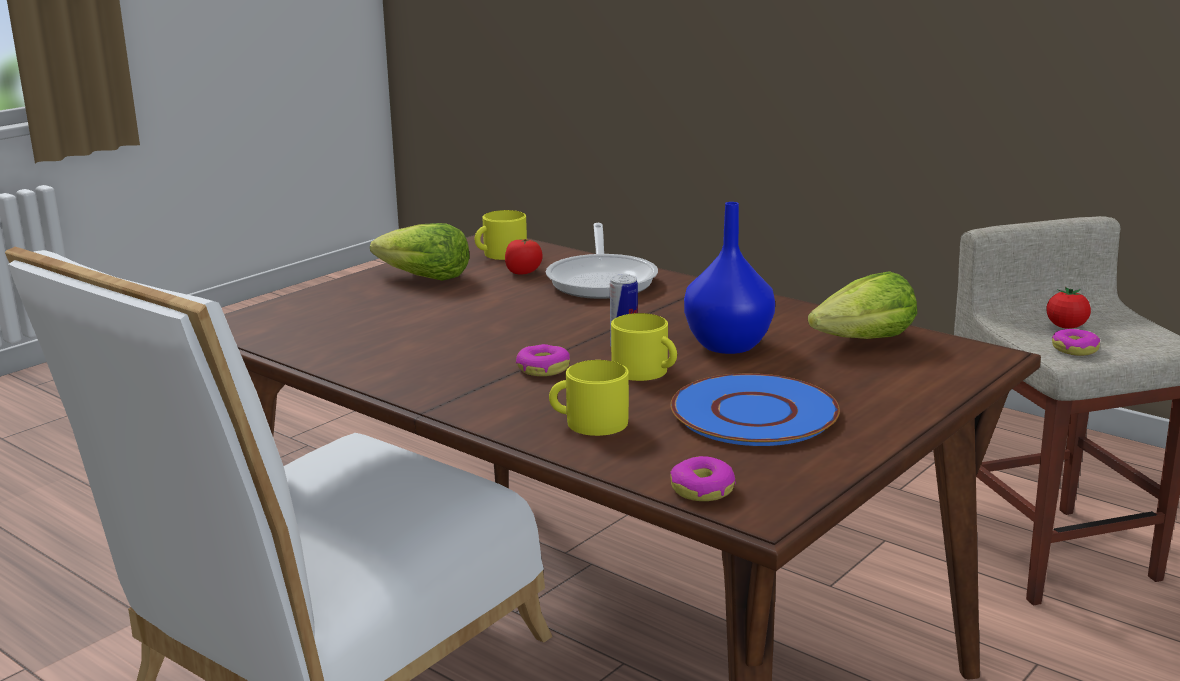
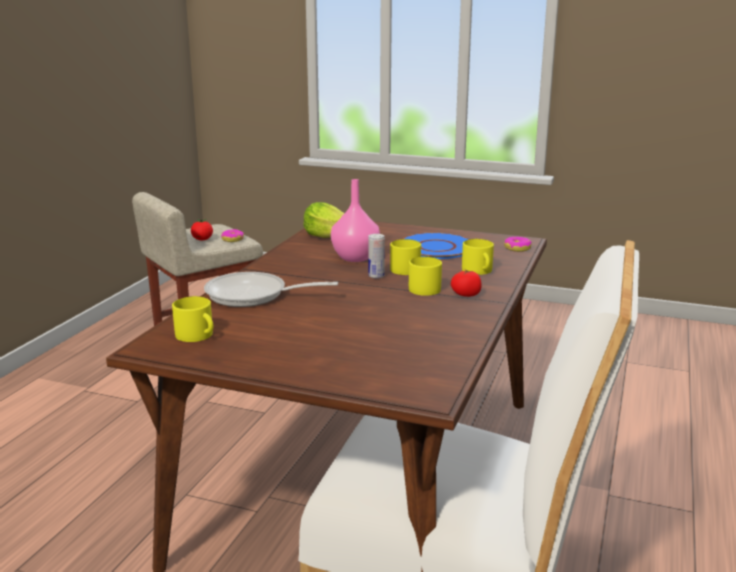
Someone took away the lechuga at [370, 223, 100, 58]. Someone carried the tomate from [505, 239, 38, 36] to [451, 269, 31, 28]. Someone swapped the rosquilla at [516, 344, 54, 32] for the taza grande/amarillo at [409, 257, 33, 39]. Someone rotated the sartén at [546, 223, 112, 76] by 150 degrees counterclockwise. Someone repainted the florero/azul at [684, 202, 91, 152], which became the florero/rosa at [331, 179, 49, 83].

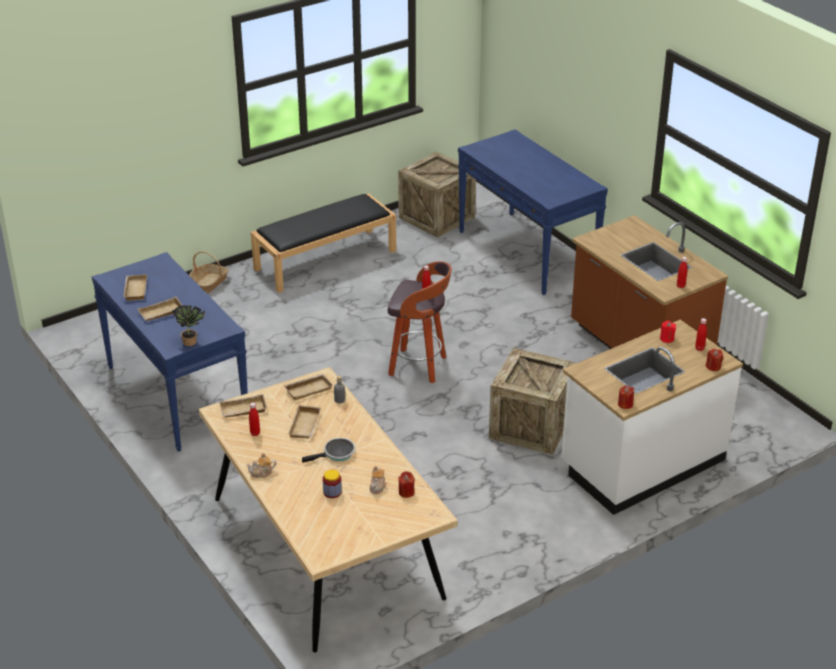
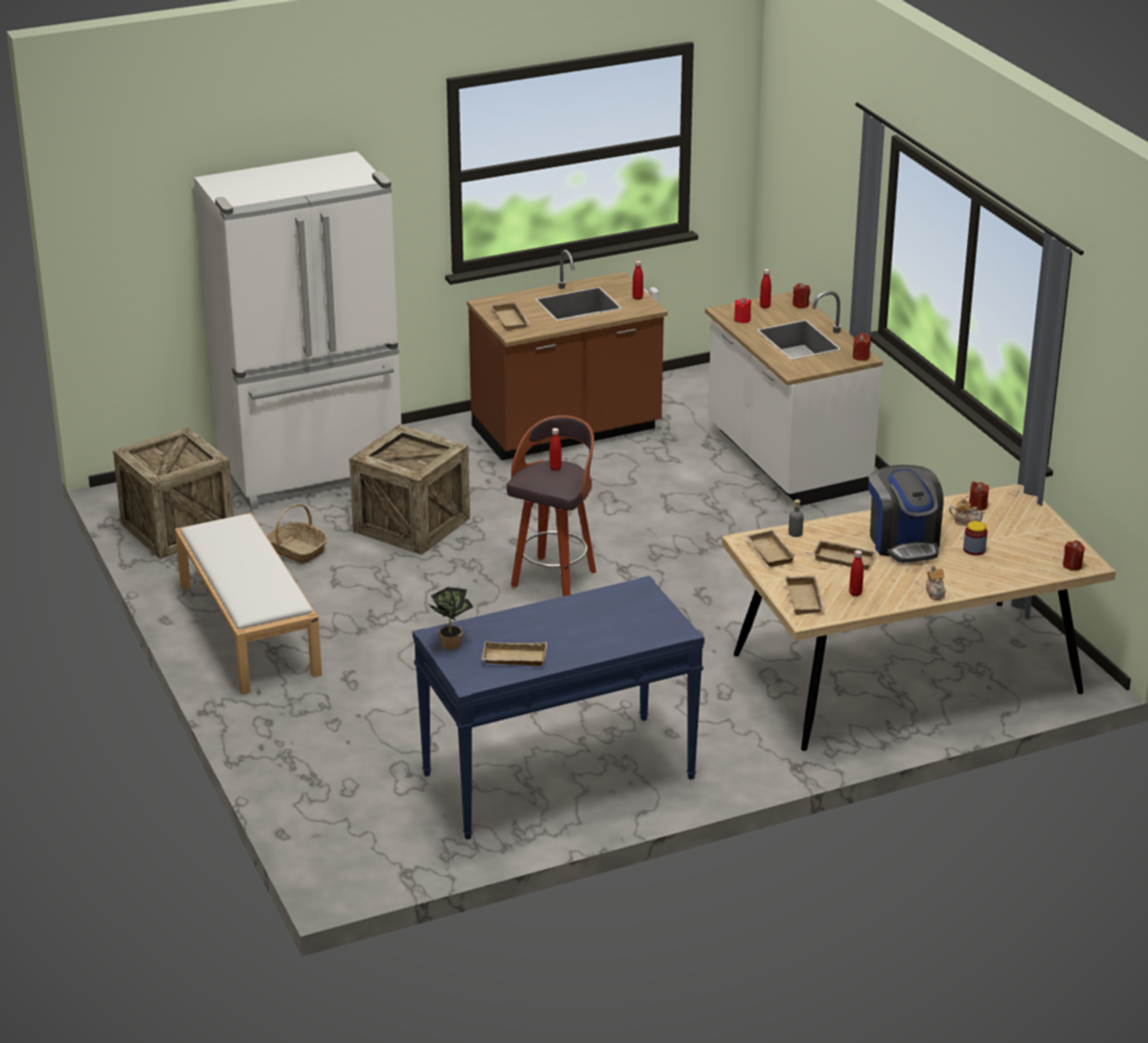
Someone carried the bandeja/beis from [137, 297, 45, 24] to [491, 302, 39, 29]. Someone carried the planta en maceta from [172, 305, 33, 41] to [428, 587, 45, 63]. Someone carried the cesta from [189, 251, 40, 42] to [267, 504, 61, 60]. Someone repainted the banco/negro at [251, 193, 145, 100], which became the banco/blanco at [175, 513, 147, 182]. Someone swapped the sartén at [302, 438, 53, 25] for the cafetera at [869, 465, 75, 98]. Someone swapped the mesa consola/azul at [458, 129, 150, 166] for the nevera/blanco at [194, 151, 207, 359]. Someone carried the caja de embalaje from [489, 348, 88, 107] to [349, 424, 121, 131]. Someone put down the vela/rojo at [1063, 540, 22, 31].

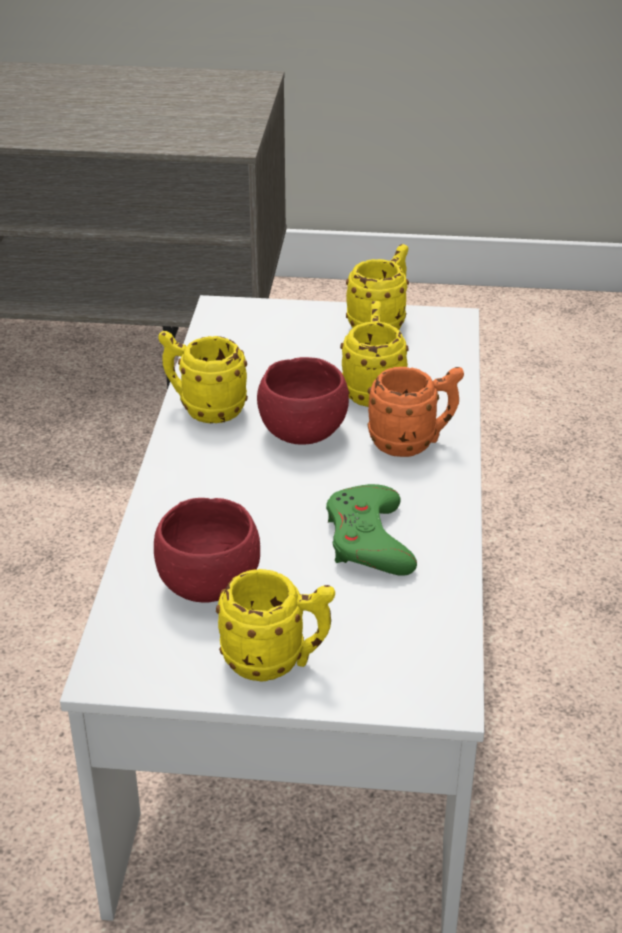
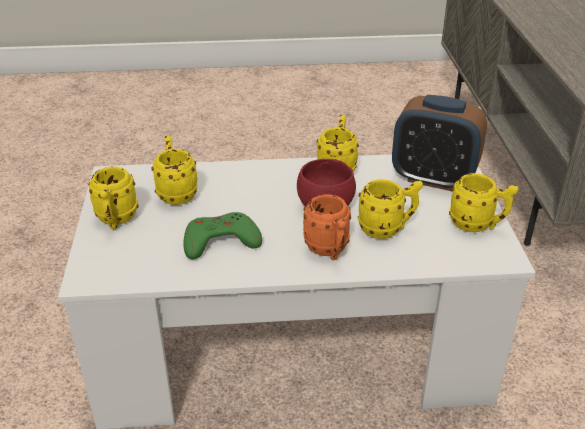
Someone swapped the cuenco/rojo at [154, 498, 106, 104] for the taza grande/amarillo at [152, 136, 45, 69]. Someone put down the despertador at [392, 95, 95, 97].

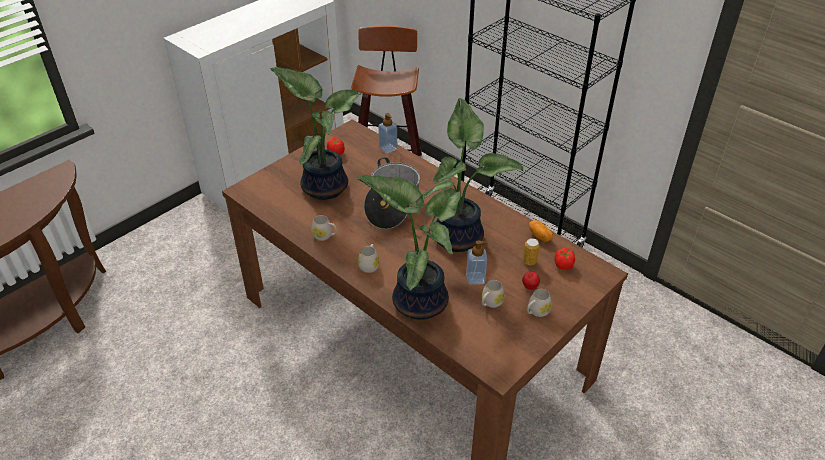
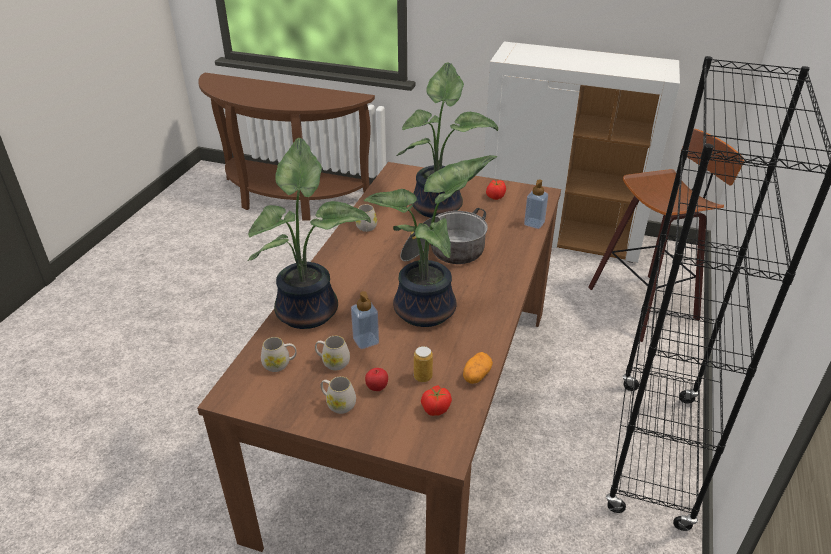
Someone carried the taza grande/blanco from [358, 244, 21, 29] to [261, 337, 36, 35].

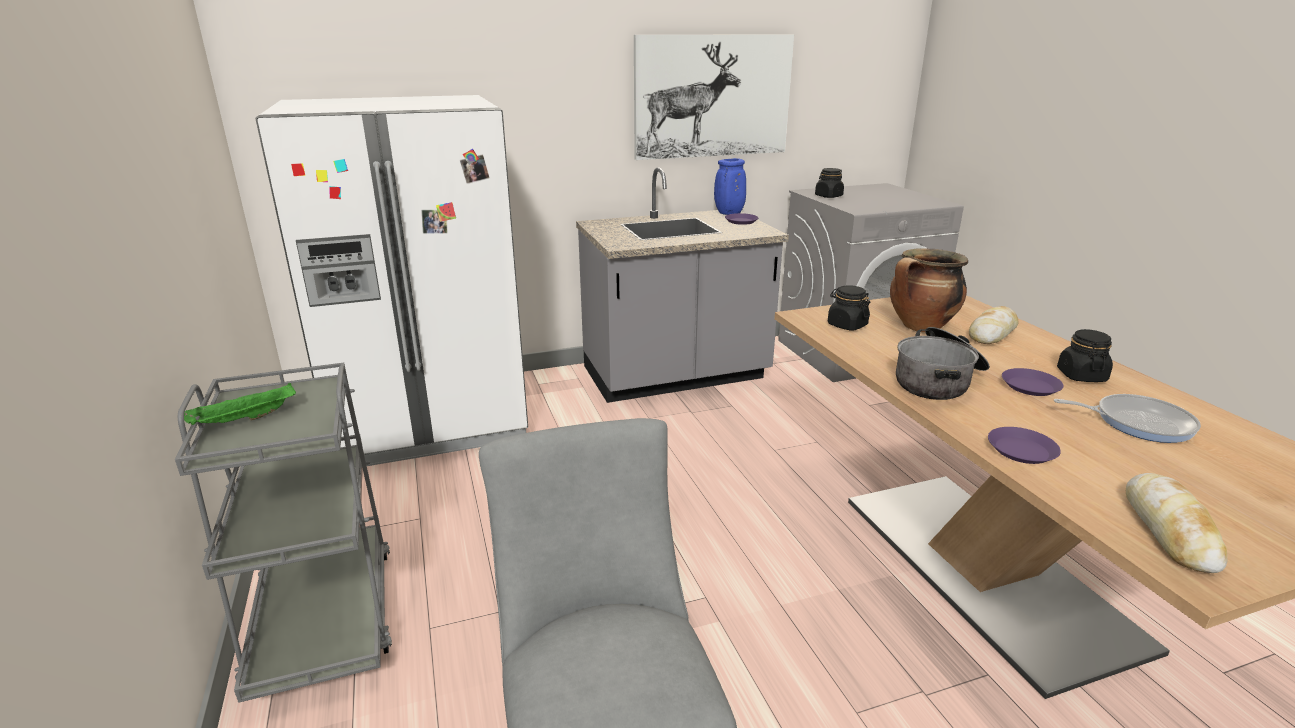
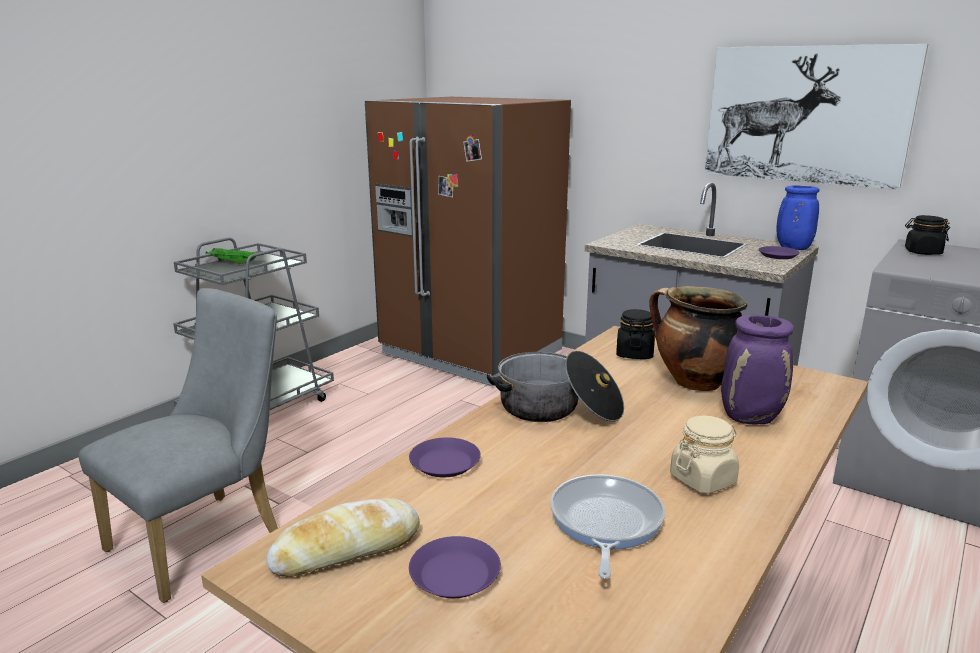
Someone repainted the nevera/blanco at [256, 95, 272, 371], which became the nevera/marrón at [365, 97, 206, 289]. Someone swapped the pan at [969, 306, 49, 38] for the florero/morado at [721, 315, 73, 110]. Someone carried the plato/morado from [1002, 368, 61, 28] to [409, 536, 92, 62]. Someone rotated the sartén at [1054, 394, 147, 49] by 150 degrees counterclockwise. Someone repainted the tarro/negro at [1057, 329, 56, 53], which became the tarro/beis at [670, 416, 69, 78].

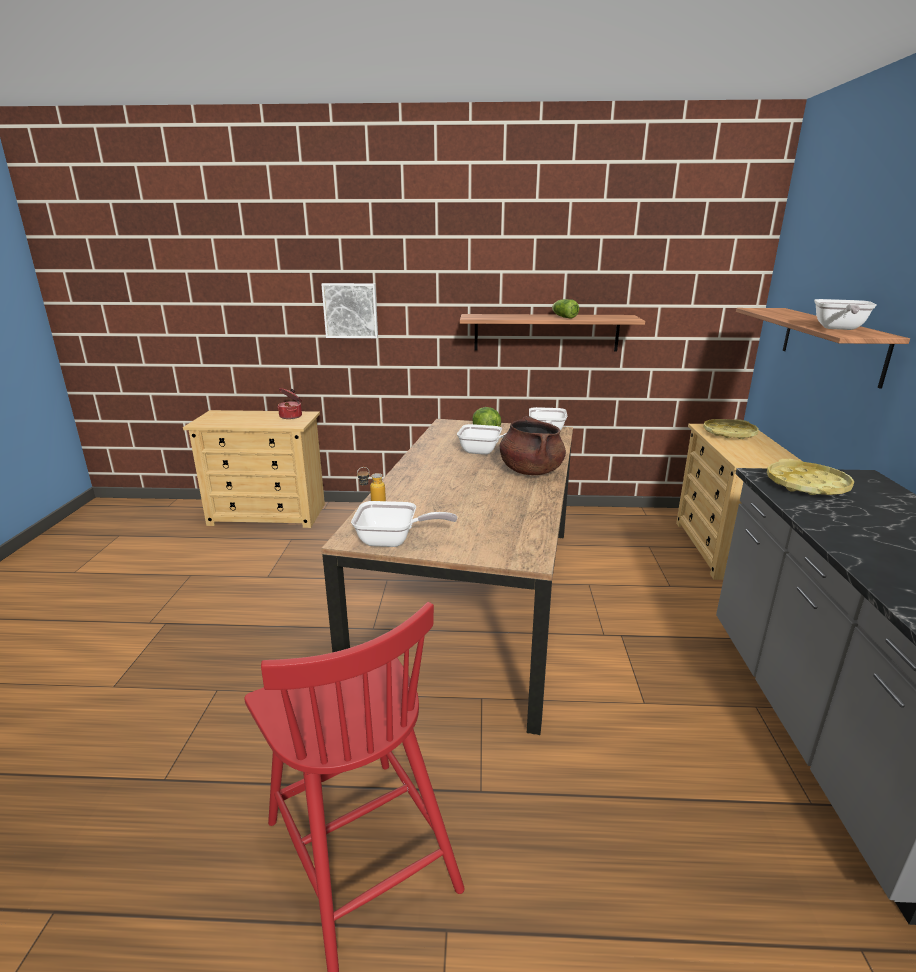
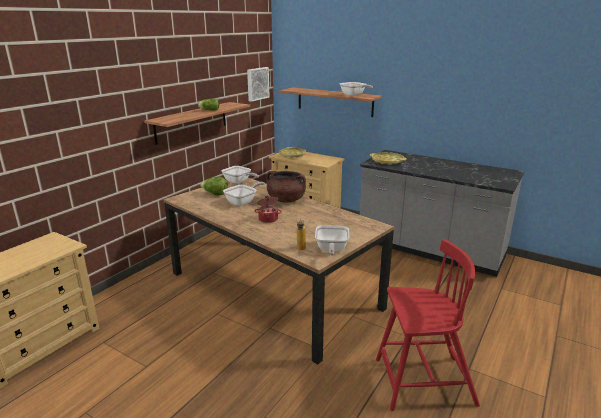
Someone carried the olla from [277, 388, 25, 31] to [254, 196, 28, 27]. Someone carried the cuadro from [321, 283, 57, 55] to [247, 67, 23, 35]. Someone rotated the sartén at [351, 501, 106, 46] by 150 degrees clockwise.

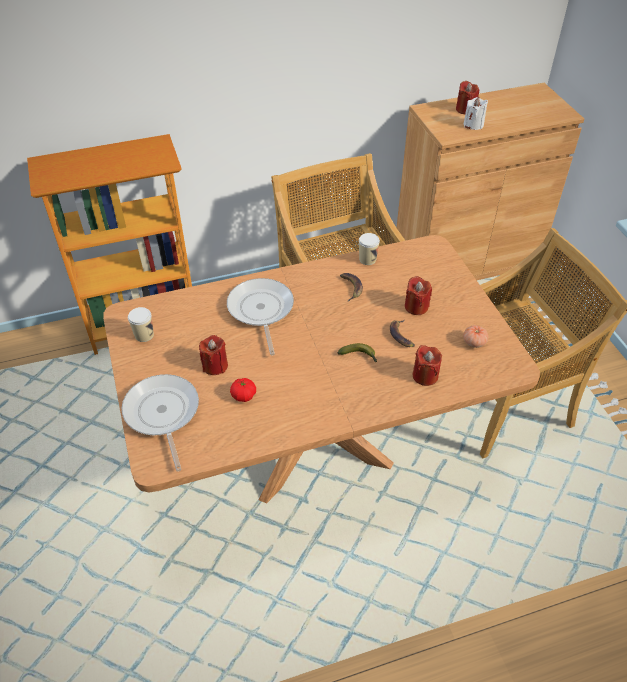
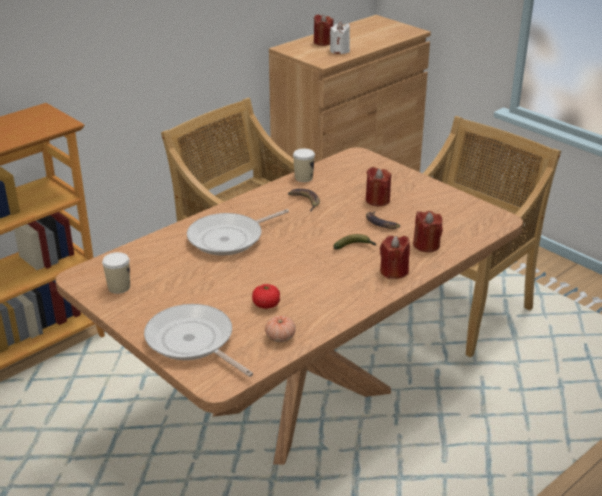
Someone carried the vela/rojo from [199, 335, 29, 40] to [380, 235, 30, 44]. Someone rotated the sartén at [227, 278, 67, 77] by 90 degrees counterclockwise. Someone carried the tomate from [463, 325, 25, 23] to [265, 316, 31, 26].

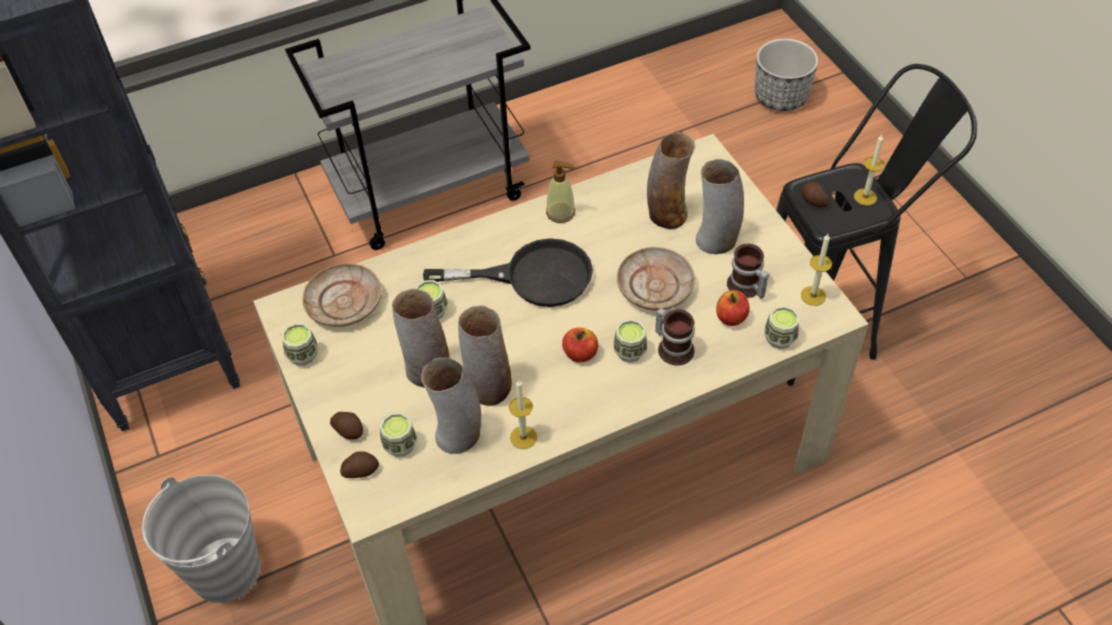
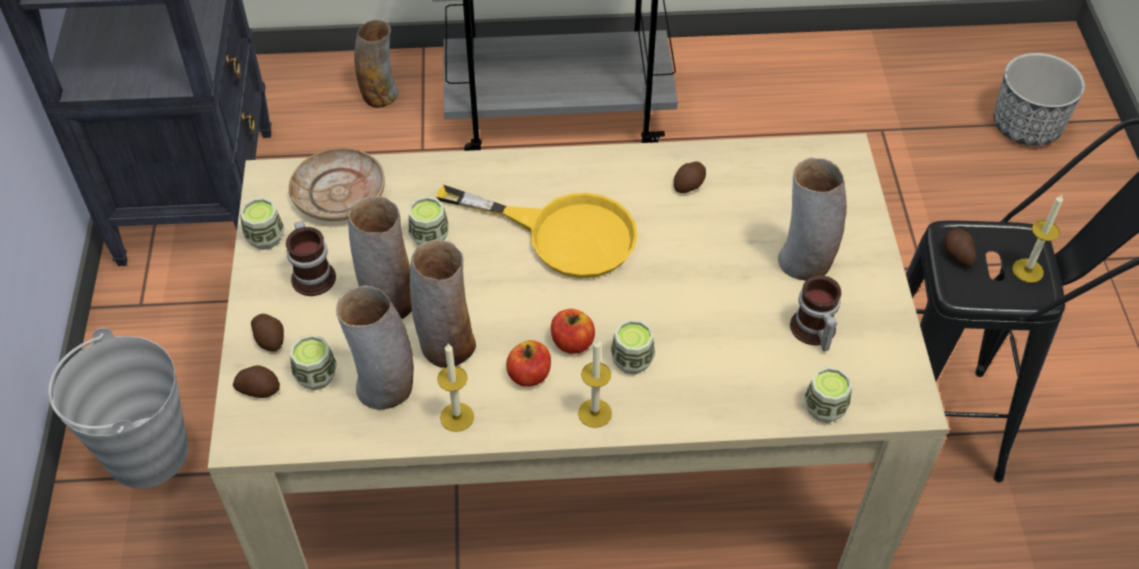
Someone repainted the sartén/negro at [423, 238, 170, 69], which became the sartén/amarillo at [436, 185, 202, 94]. Someone took away the dispensador de jabón at [546, 161, 29, 62]. Someone took away the plato/beis at [617, 247, 78, 64]. Someone carried the florero from [647, 133, 48, 96] to [354, 20, 44, 88]. Someone carried the taza grande from [655, 308, 40, 57] to [286, 221, 50, 75]. Someone carried the manzana from [716, 290, 34, 36] to [506, 340, 45, 47]. Someone carried the vela from [801, 234, 31, 72] to [578, 339, 34, 89]. Someone put down the patata at [674, 161, 32, 32].

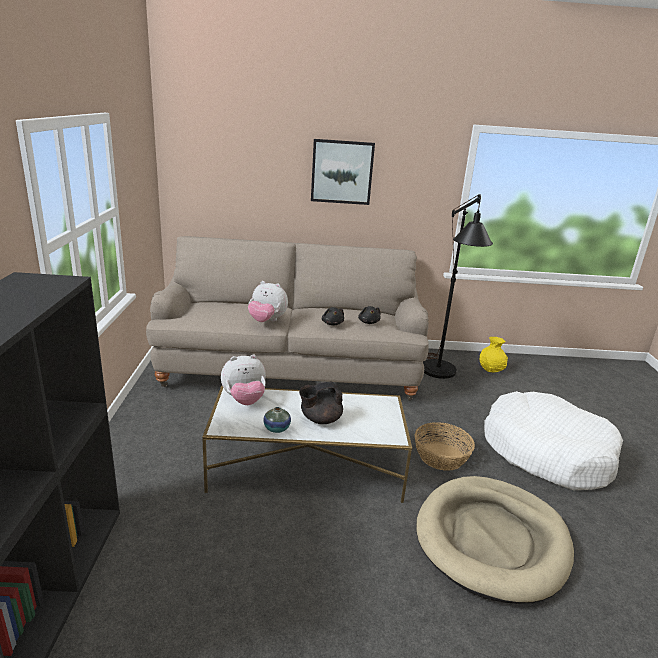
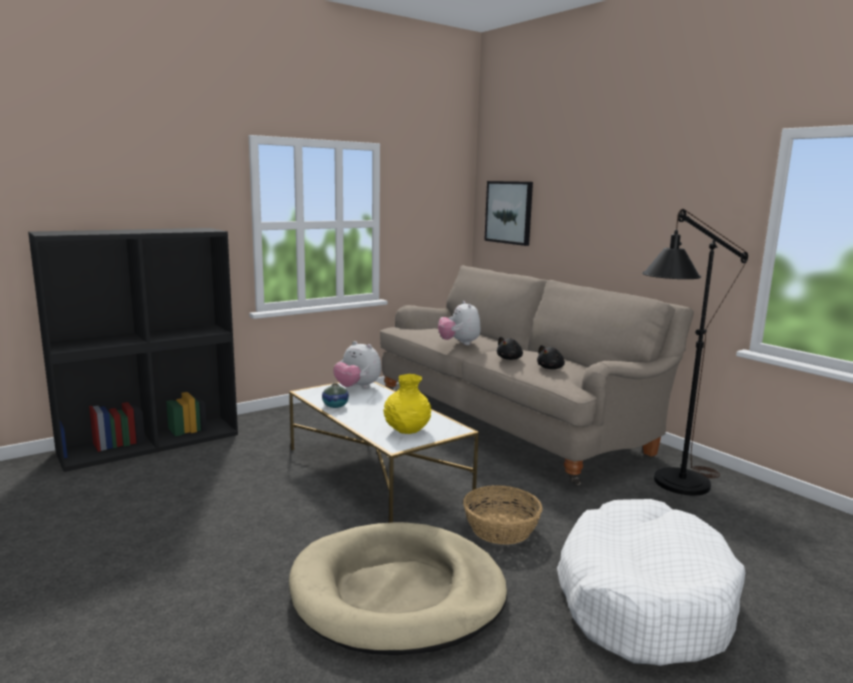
Someone took away the tetera/negro at [299, 381, 44, 43]. Someone carried the cuadro from [311, 139, 64, 66] to [484, 181, 49, 65]. Someone carried the florero/amarillo from [480, 337, 28, 36] to [384, 374, 47, 60].

